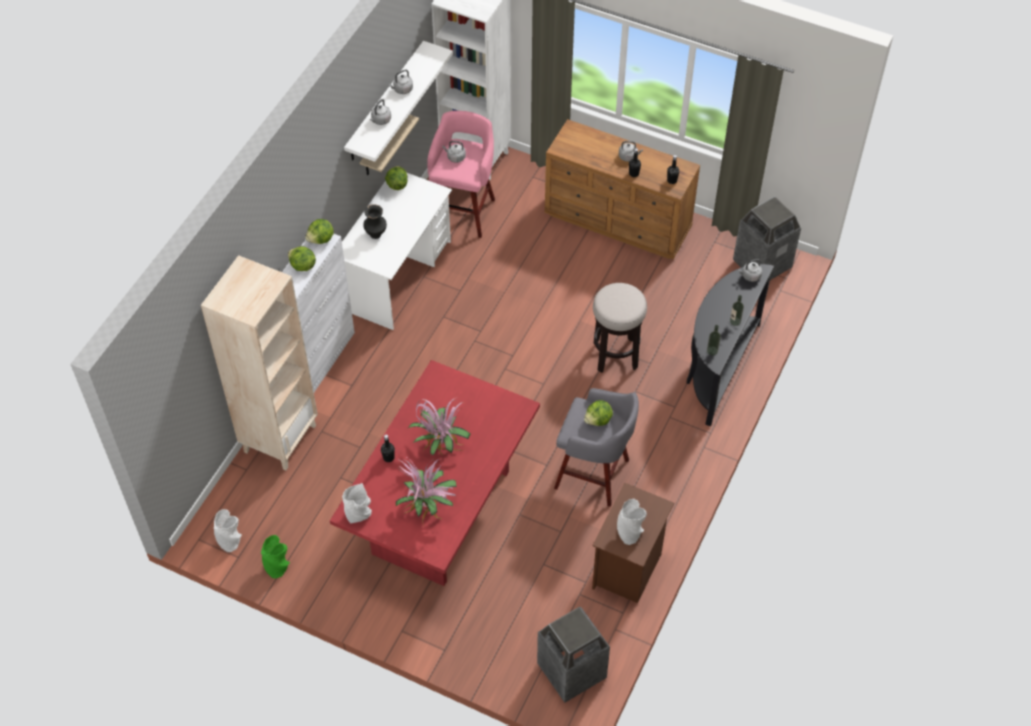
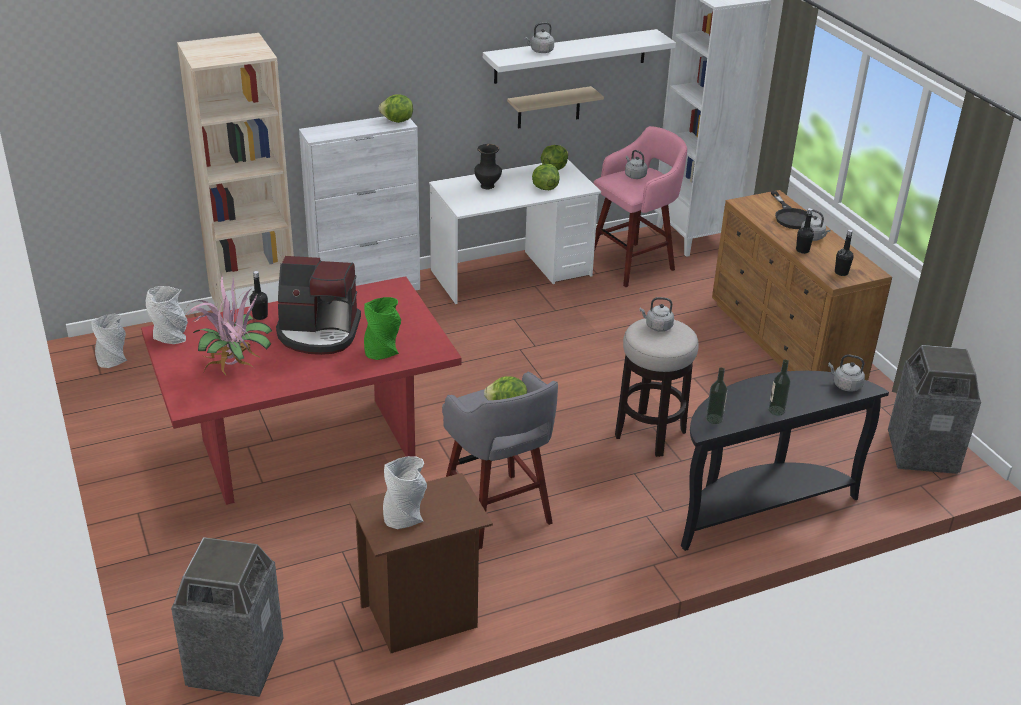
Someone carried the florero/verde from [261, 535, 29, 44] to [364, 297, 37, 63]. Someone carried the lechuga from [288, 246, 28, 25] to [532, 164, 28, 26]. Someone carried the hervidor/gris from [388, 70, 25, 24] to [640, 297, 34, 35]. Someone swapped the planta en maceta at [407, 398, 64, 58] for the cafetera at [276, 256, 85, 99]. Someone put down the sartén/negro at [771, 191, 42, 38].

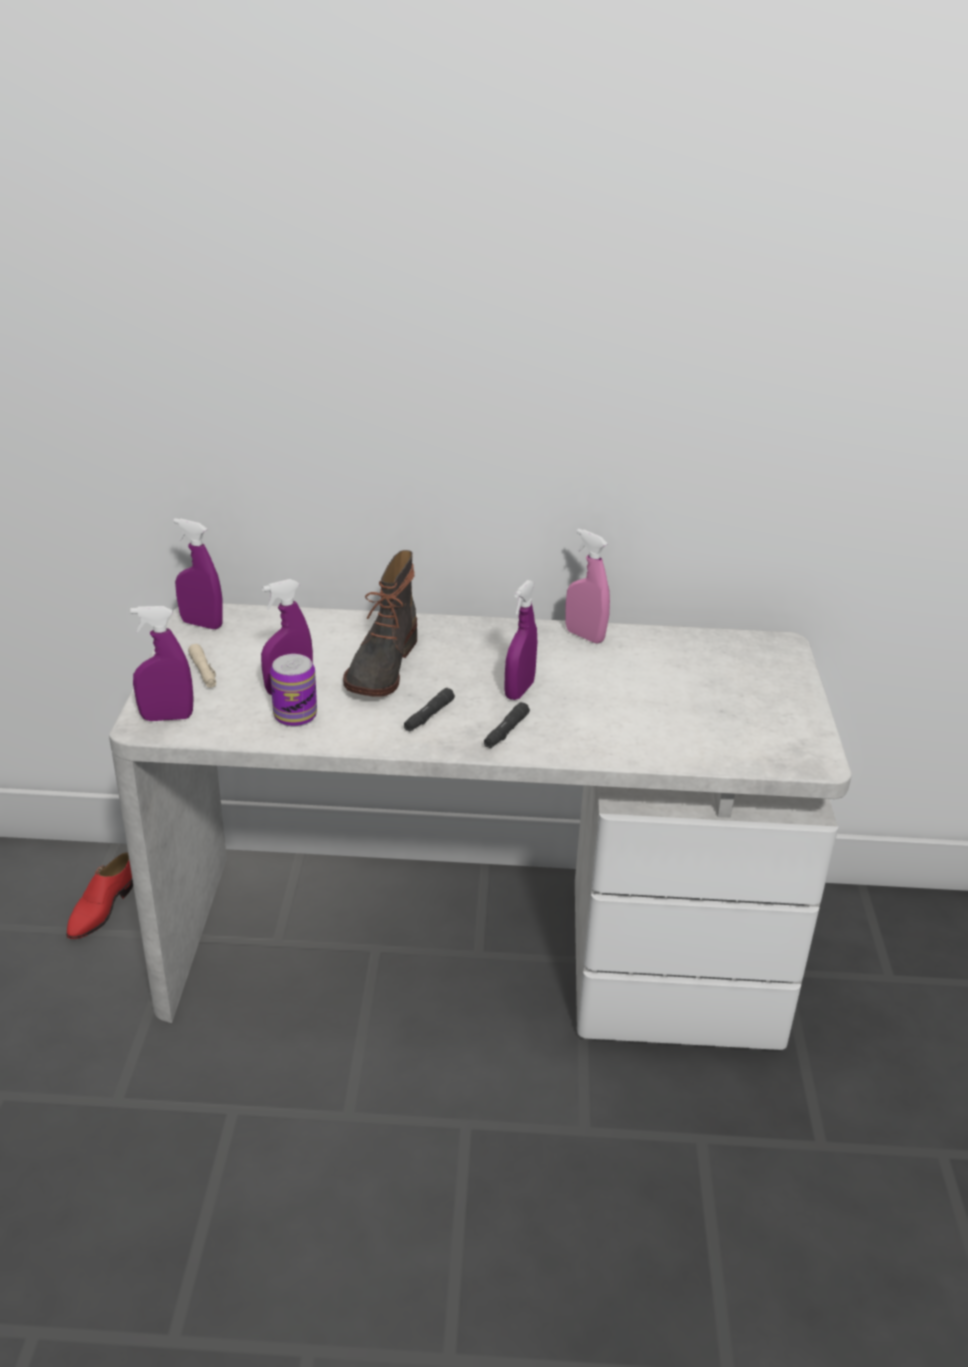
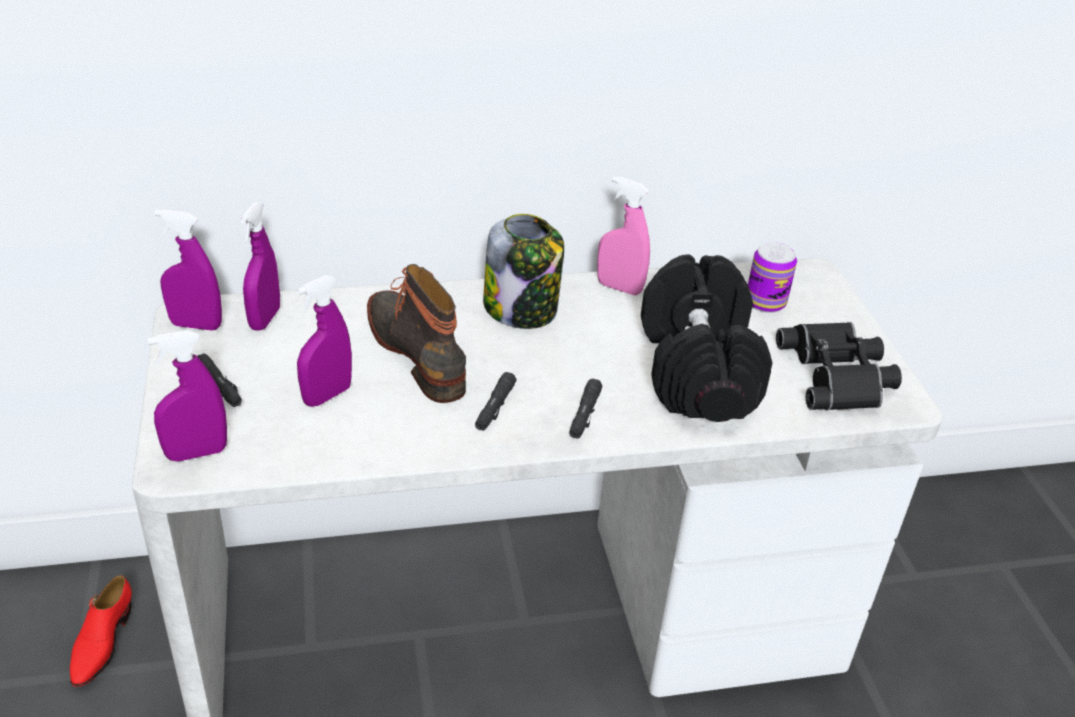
Someone repainted the linterna/beis at [188, 644, 28, 44], which became the linterna/negro at [198, 354, 44, 53]. Someone carried the lata from [270, 654, 47, 73] to [748, 242, 49, 71]. Someone rotated the bota at [343, 550, 74, 147] by 150 degrees clockwise. Someone carried the pulverizador/morado from [505, 580, 32, 120] to [240, 202, 40, 129]. Someone put down the tarro at [483, 214, 81, 115]. Someone put down the mancuerna/negro at [641, 254, 131, 168]. Someone put down the prismáticos/negro at [776, 322, 126, 88].

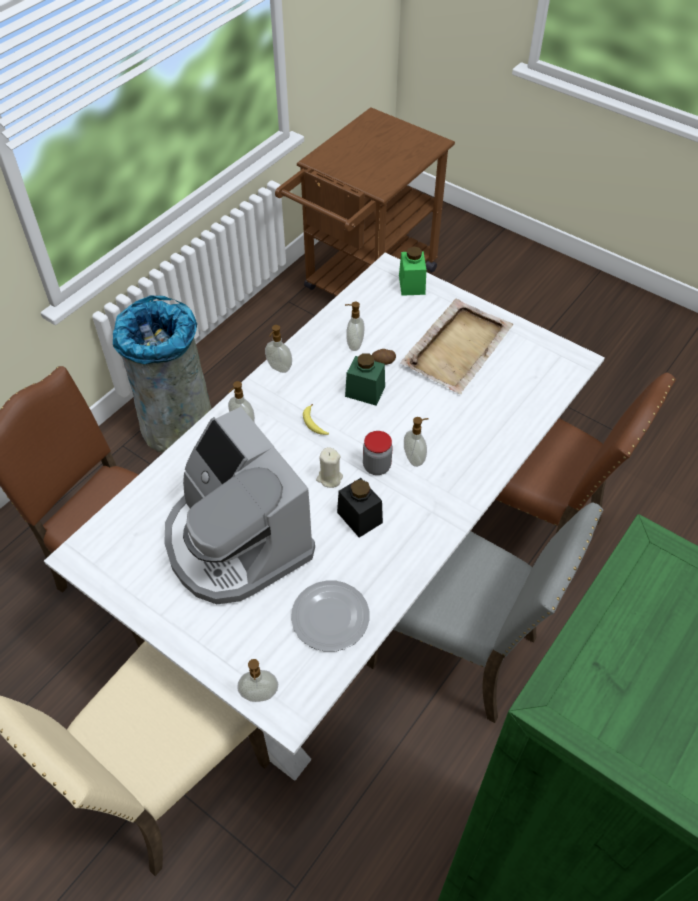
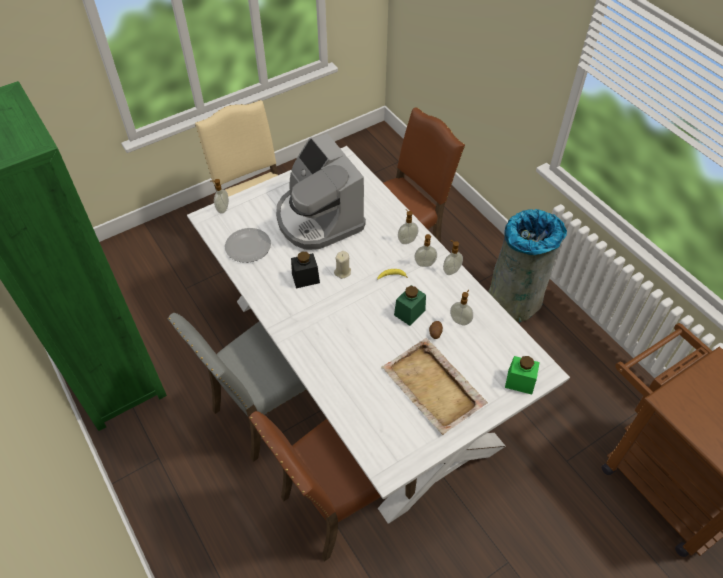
Someone rotated the cafetera at [164, 407, 151, 197] by 105 degrees counterclockwise. Someone took away the tarro at [363, 431, 29, 44]. Someone carried the dispensador de jabón from [404, 417, 24, 50] to [414, 234, 23, 33].

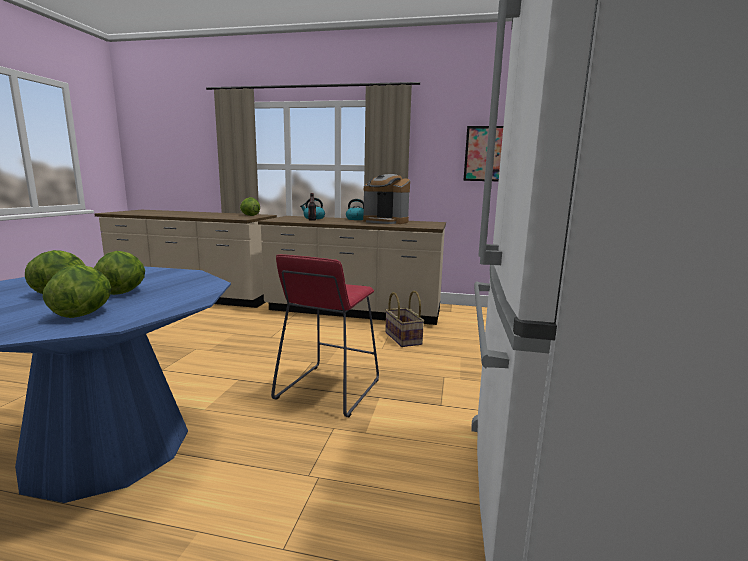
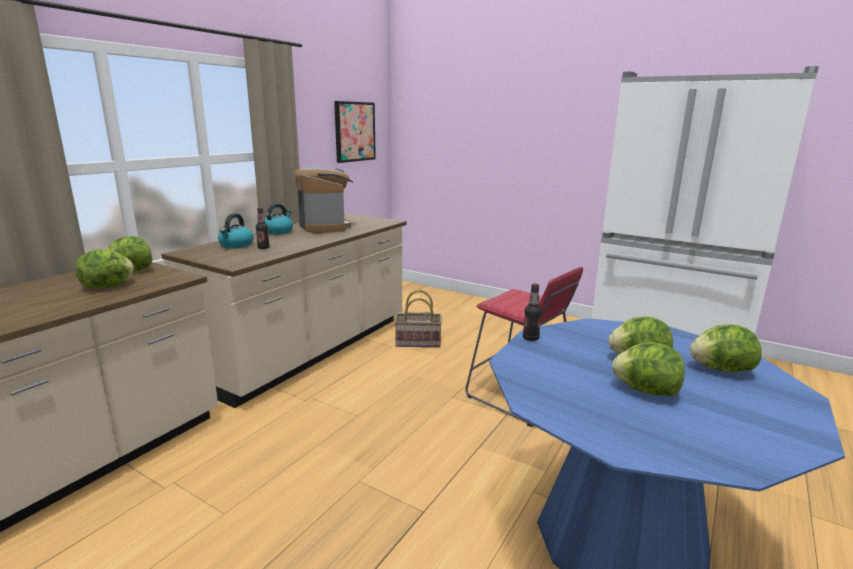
Someone rotated the cafetera at [363, 174, 47, 50] by 75 degrees counterclockwise. Someone put down the lechuga at [75, 249, 59, 39]. Someone put down the botella at [523, 283, 19, 58].

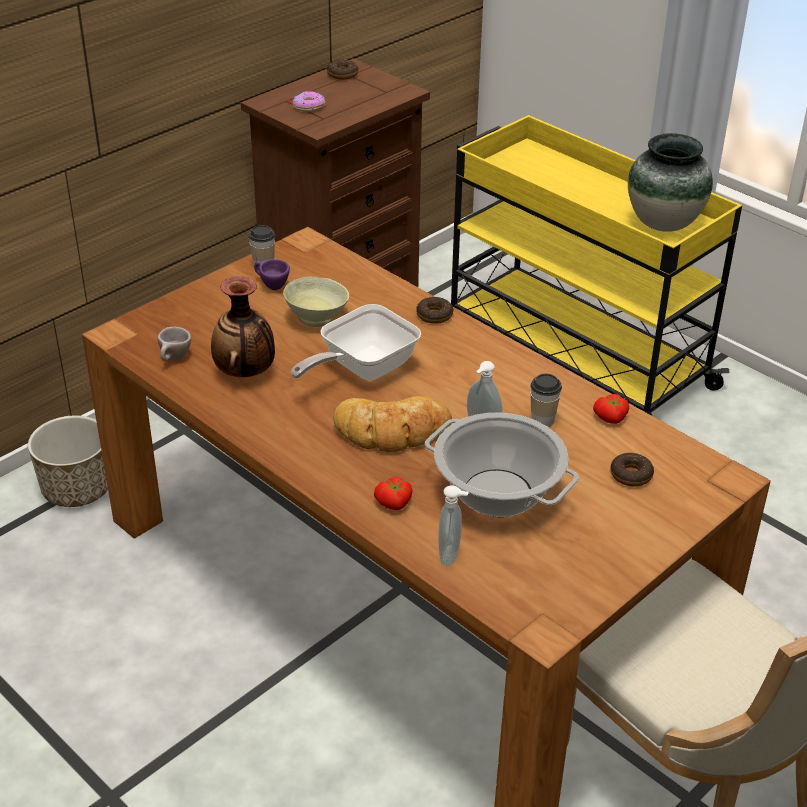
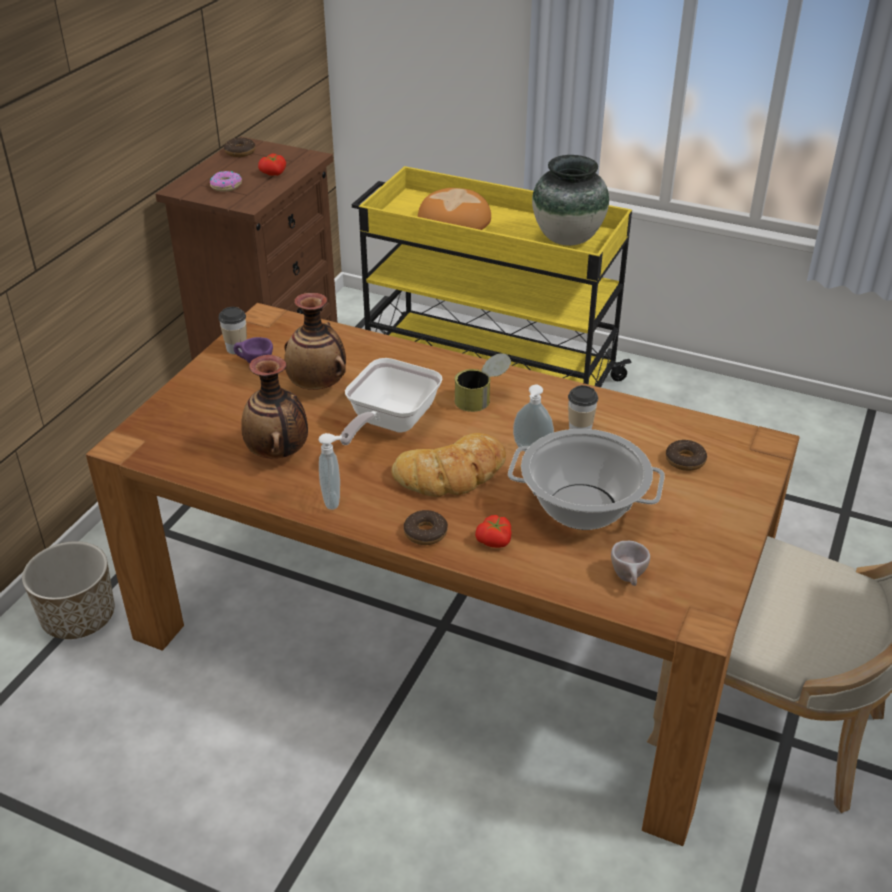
Someone carried the taza/beis from [157, 327, 34, 34] to [611, 541, 39, 45]. Someone swapped the cuenco/beis at [283, 277, 66, 50] for the florero at [284, 293, 62, 97]. Someone carried the rosquilla from [416, 297, 38, 27] to [404, 510, 44, 35]. Someone carried the dispensador de jabón from [438, 485, 31, 81] to [319, 433, 23, 77]. Someone carried the tomate from [593, 394, 36, 30] to [258, 154, 28, 22]. Someone put down the pan at [418, 188, 73, 42]. Someone put down the lata at [455, 353, 56, 59].

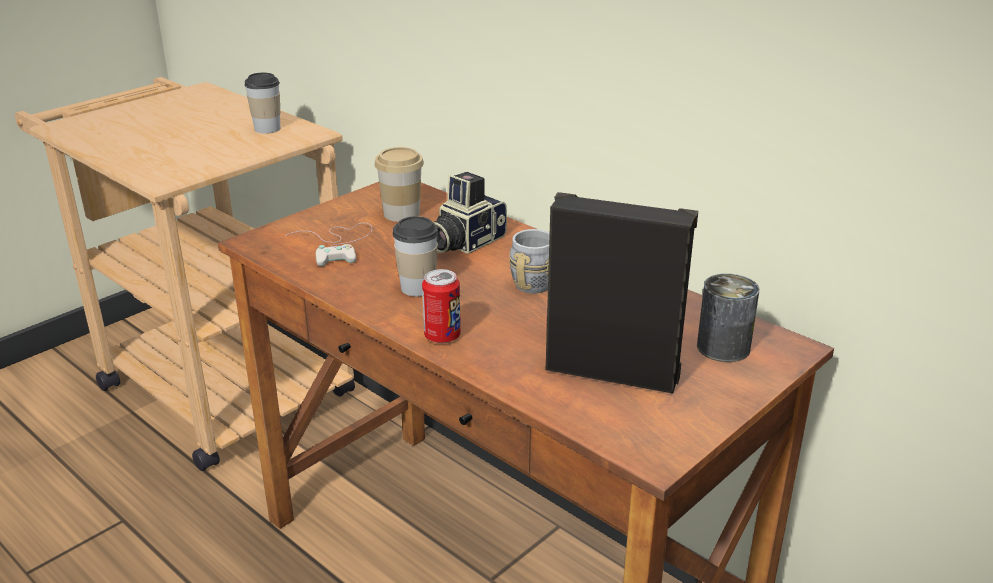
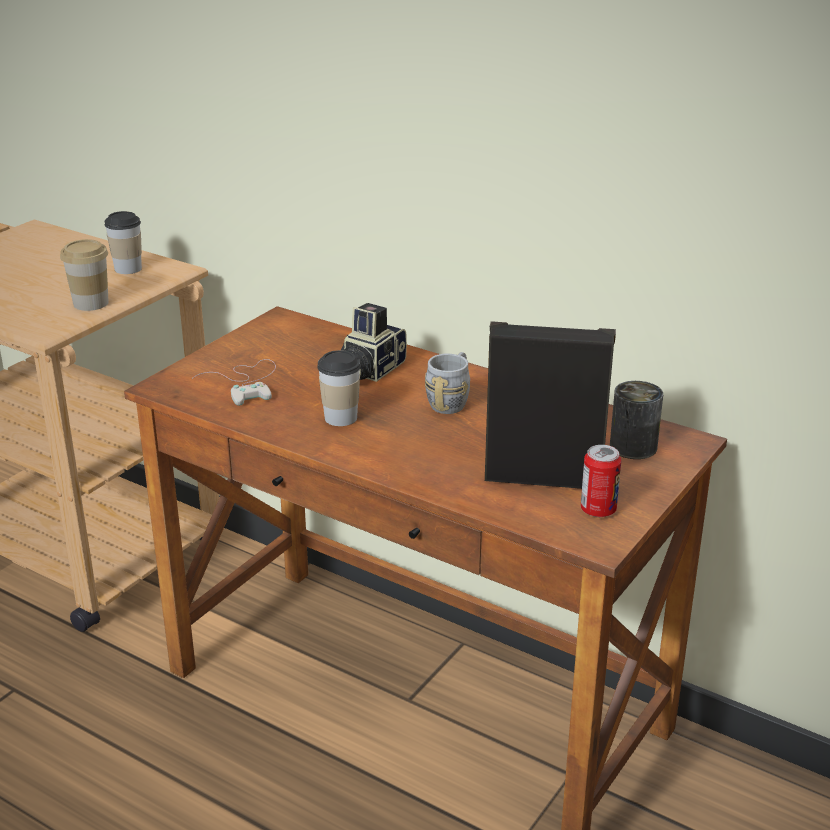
Someone carried the taza from [374, 147, 50, 75] to [60, 239, 49, 72]. Someone carried the lata from [422, 269, 39, 74] to [581, 445, 40, 72].

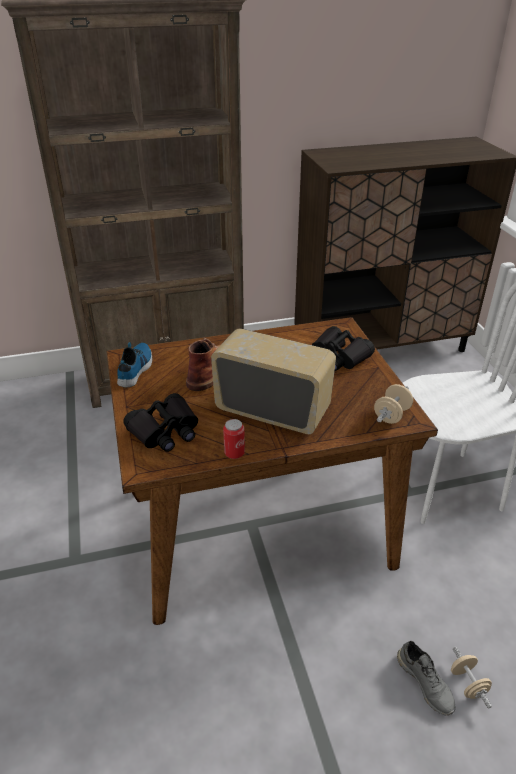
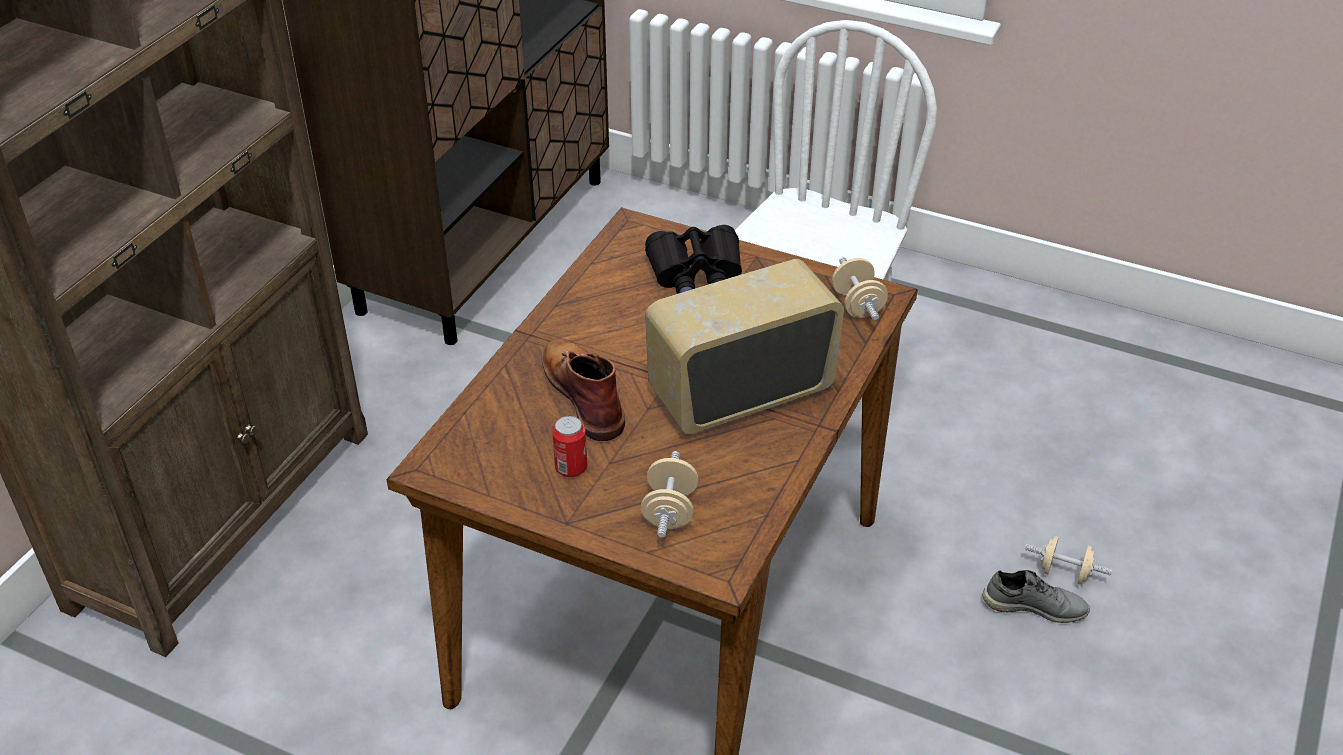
Someone took away the zapato at [117, 342, 35, 45]. Someone swapped the prismáticos/negro at [123, 393, 75, 59] for the mancuerna/beis at [641, 451, 58, 87]. Someone carried the lata from [223, 419, 22, 40] to [552, 416, 35, 61].

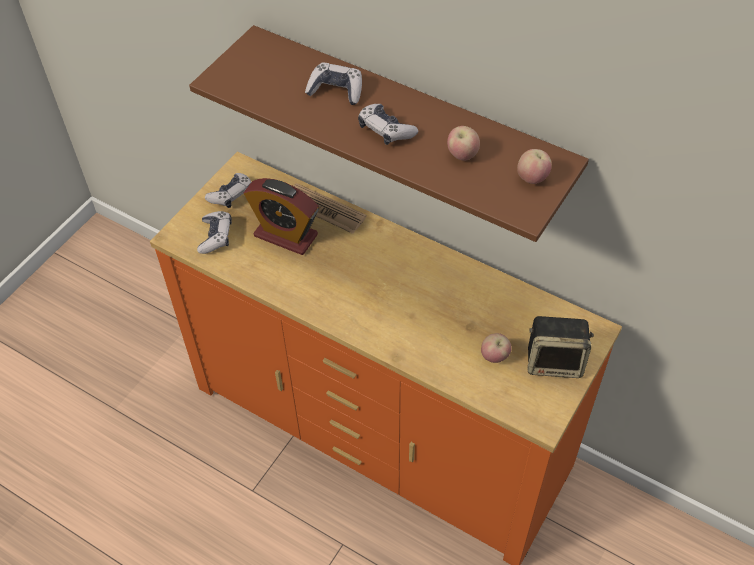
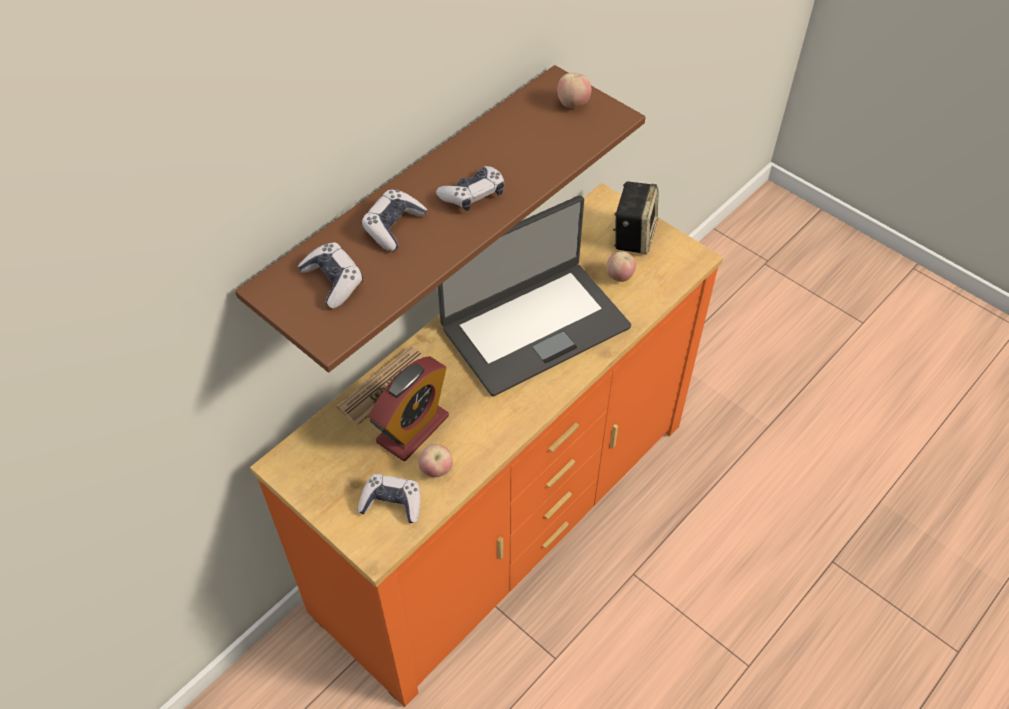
Someone carried the mando de consola from [205, 173, 46, 35] to [298, 242, 65, 66]. Someone carried the manzana from [447, 126, 33, 35] to [418, 444, 35, 33]. Someone put down the portátil at [438, 196, 193, 201].

